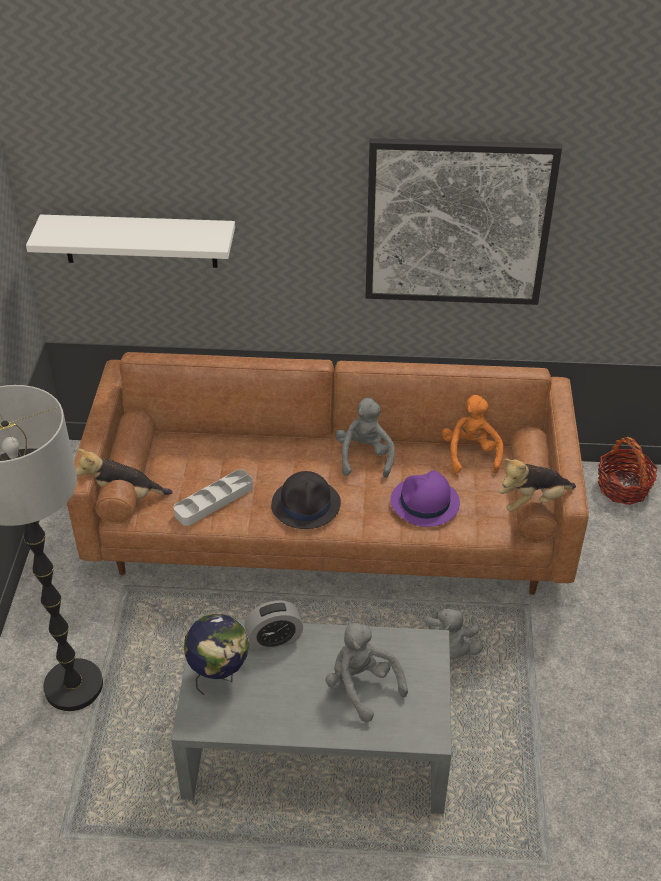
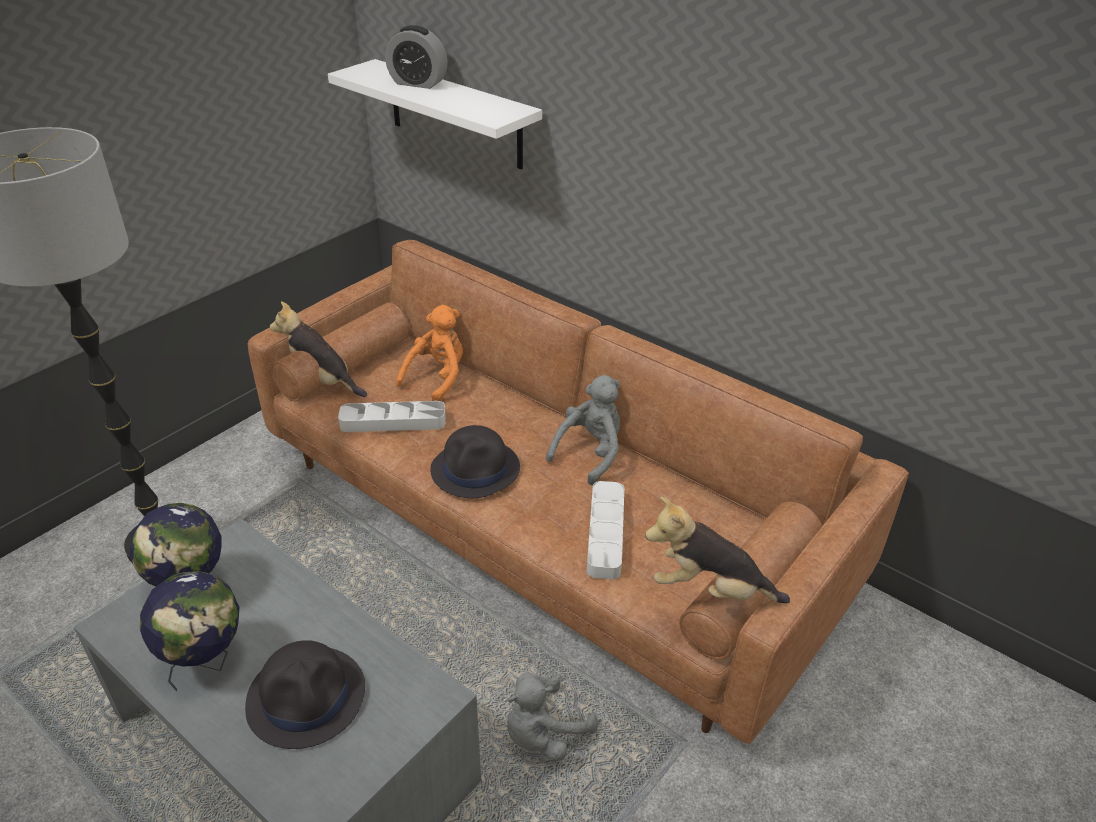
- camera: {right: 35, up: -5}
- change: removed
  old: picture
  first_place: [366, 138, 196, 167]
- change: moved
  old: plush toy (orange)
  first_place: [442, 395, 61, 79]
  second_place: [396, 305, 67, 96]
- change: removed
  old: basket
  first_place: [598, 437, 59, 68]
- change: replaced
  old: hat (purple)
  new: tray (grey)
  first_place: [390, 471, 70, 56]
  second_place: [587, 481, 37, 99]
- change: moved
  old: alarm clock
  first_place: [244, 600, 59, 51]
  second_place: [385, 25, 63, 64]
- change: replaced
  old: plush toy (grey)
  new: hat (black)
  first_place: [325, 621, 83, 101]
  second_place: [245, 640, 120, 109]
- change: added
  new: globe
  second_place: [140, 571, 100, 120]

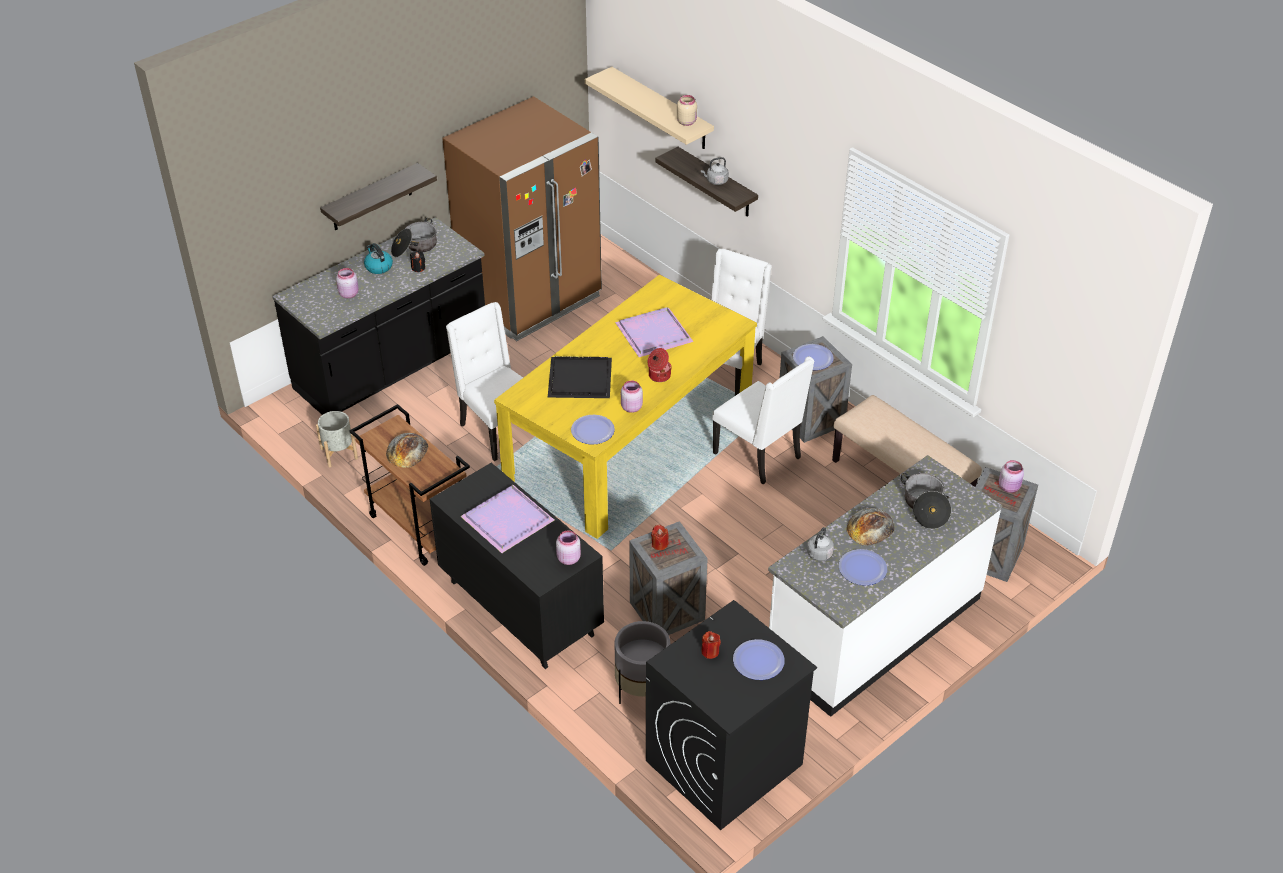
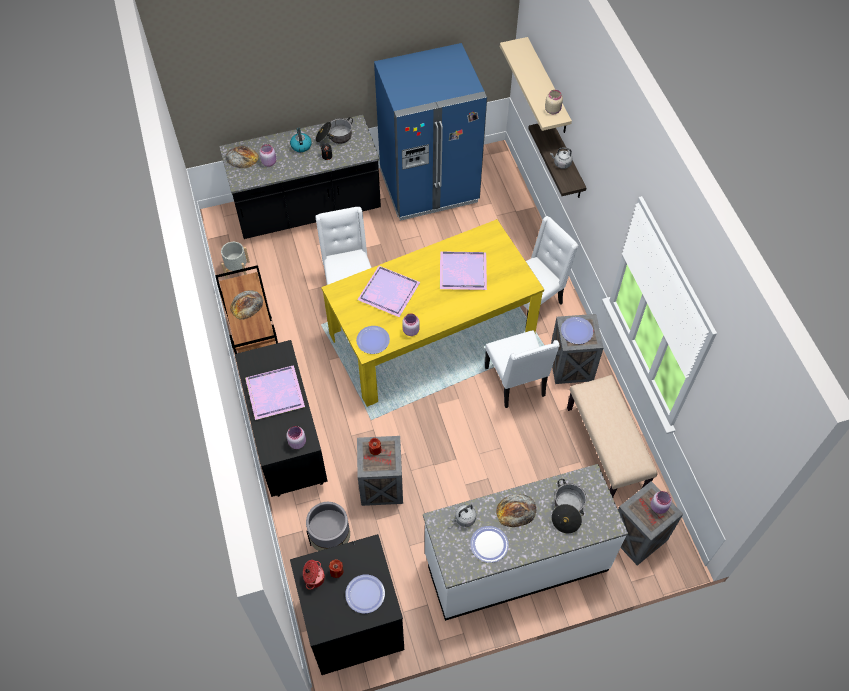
- camera: {right: 25, up: 15}
- change: recoloured
  old: fridge (brown)
  new: fridge (blue)
  first_place: [442, 96, 160, 245]
  second_place: [374, 43, 113, 178]
- change: removed
  old: shelf
  first_place: [320, 163, 117, 67]
- change: moved
  old: cooking pot
  first_place: [648, 348, 24, 34]
  second_place: [303, 560, 22, 30]
- change: recoloured
  old: tray (black)
  new: tray (purple)
  first_place: [547, 356, 65, 42]
  second_place: [357, 266, 63, 51]
- change: added
  new: bread
  second_place: [225, 146, 34, 22]

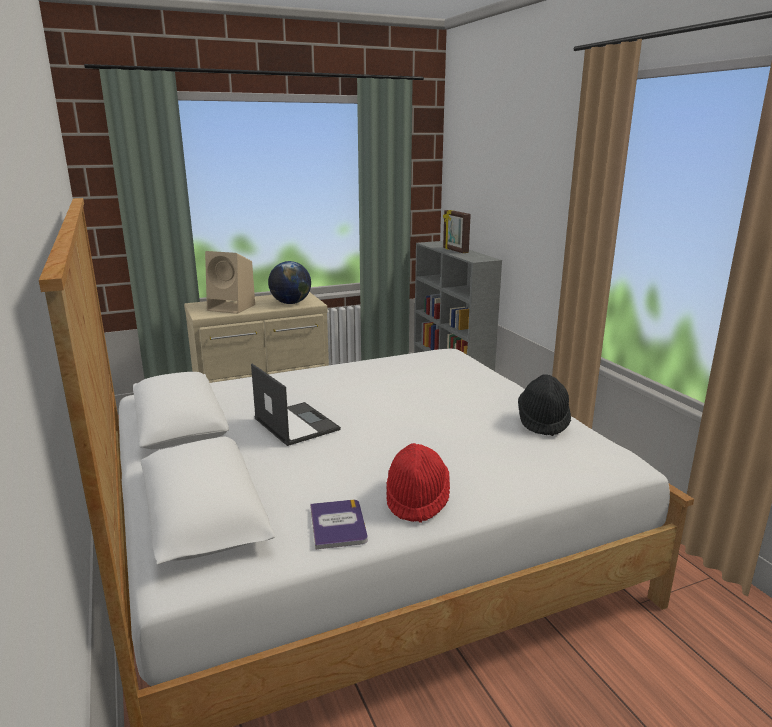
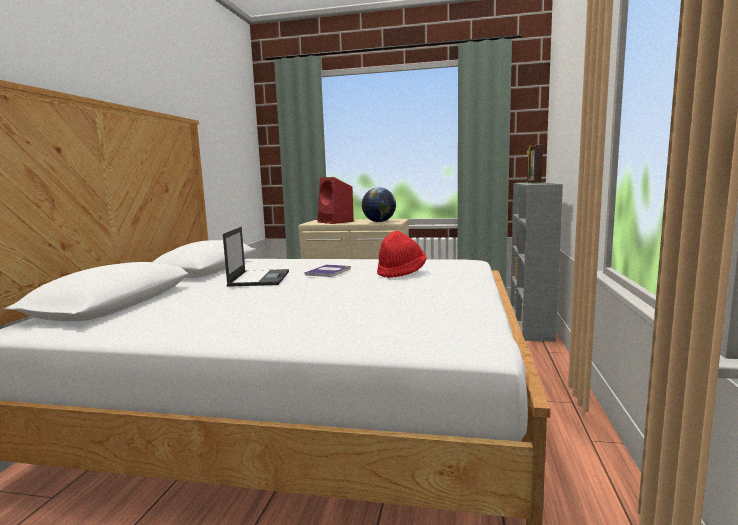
- camera: {right: 35, up: -10}
- change: recoloured
  old: speaker (beige)
  new: speaker (red)
  first_place: [205, 251, 50, 63]
  second_place: [318, 177, 36, 47]
- change: removed
  old: hat (black)
  first_place: [518, 375, 53, 61]
- change: moved
  old: hat (red)
  first_place: [386, 443, 64, 79]
  second_place: [377, 231, 50, 47]
- change: moved
  old: book
  first_place: [310, 500, 58, 50]
  second_place: [305, 264, 46, 13]

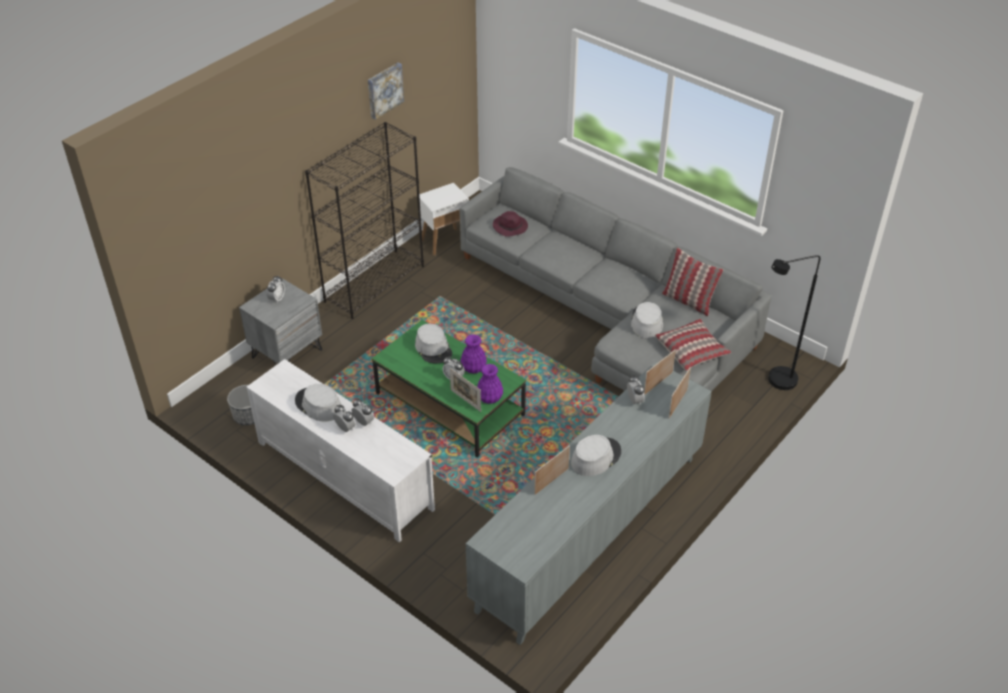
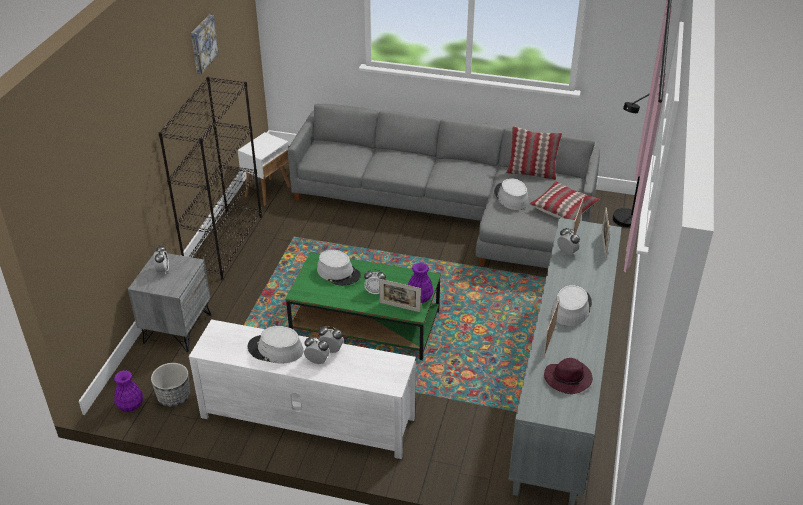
- camera: {right: -25, up: -5}
- change: moved
  old: hat (purple)
  first_place: [493, 211, 35, 26]
  second_place: [544, 358, 49, 36]
- change: moved
  old: vase (purple)
  first_place: [460, 334, 27, 40]
  second_place: [114, 370, 29, 42]

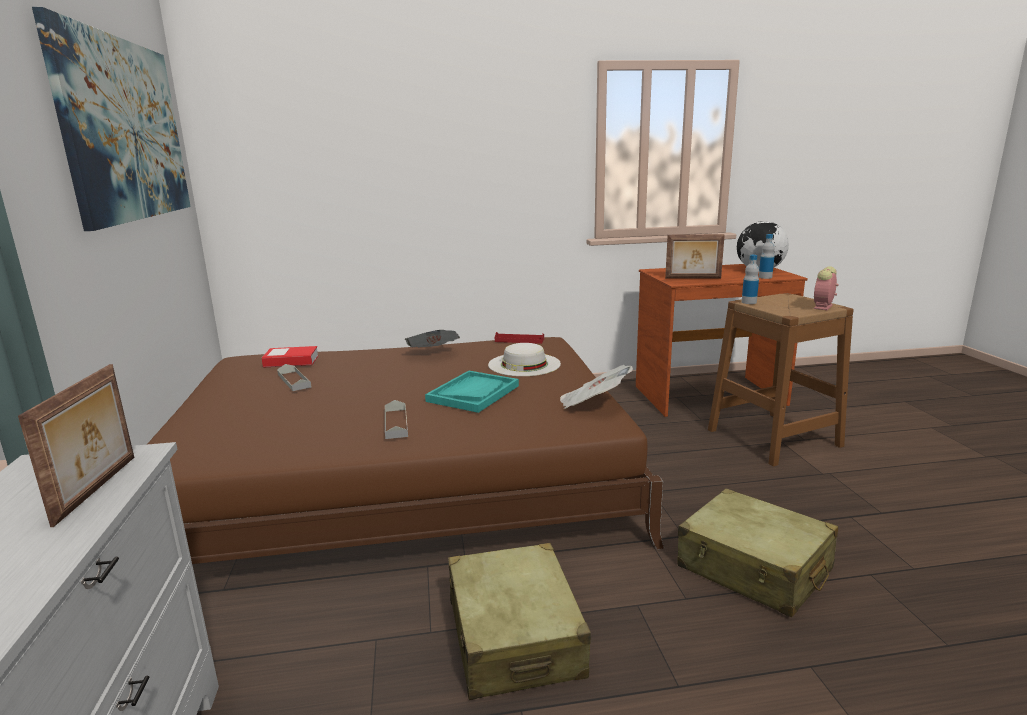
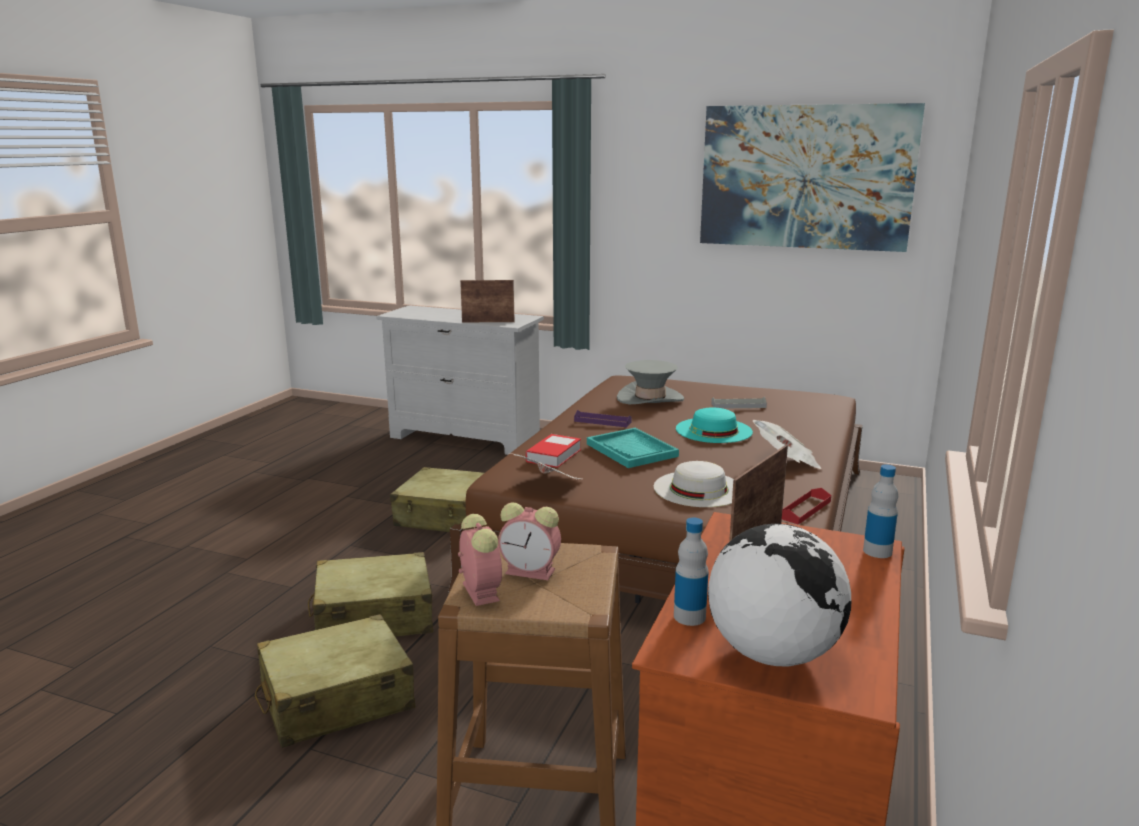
- camera: {right: 120, up: 0}
- change: moved
  old: bottle
  first_place: [742, 255, 17, 49]
  second_place: [863, 464, 35, 94]
- change: moved
  old: book
  first_place: [262, 346, 56, 21]
  second_place: [526, 434, 55, 34]
- change: turned
  old: picture frame
  first_place: [18, 364, 116, 163]
  second_place: [460, 280, 55, 42]
  degrees: 150
- change: recoloured
  old: tray (grey)
  new: tray (purple)
  first_place: [385, 400, 23, 39]
  second_place: [574, 410, 58, 17]
- change: added
  new: hat (grey)
  second_place: [617, 360, 67, 44]
- change: added
  new: hat (turquoise)
  second_place: [676, 408, 77, 35]
- change: added
  new: alarm clock
  second_place: [498, 503, 63, 77]
- change: added
  new: suitcase (beige)
  second_place: [255, 614, 160, 134]

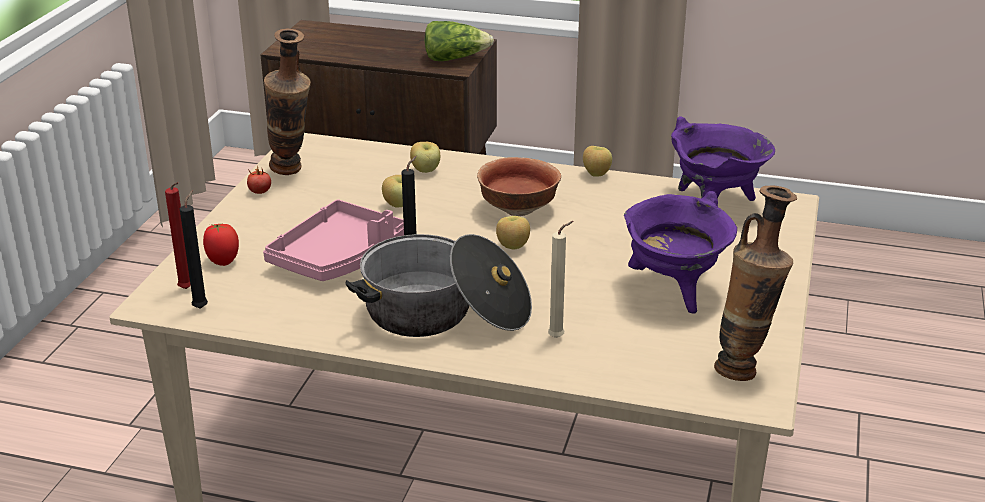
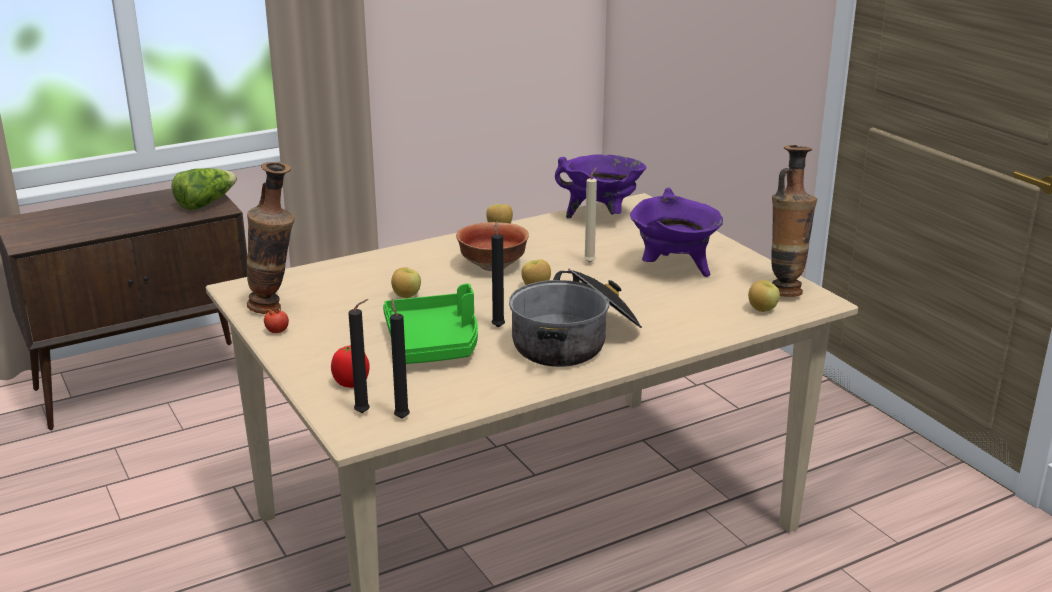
- camera: {right: -45, up: -5}
- change: moved
  old: apple
  first_place: [410, 142, 30, 31]
  second_place: [748, 280, 32, 32]
- change: recoloured
  old: candle (red)
  new: candle (black)
  first_place: [165, 182, 26, 107]
  second_place: [348, 299, 22, 114]
- change: recoloured
  old: tray (pink)
  new: tray (green)
  first_place: [263, 200, 141, 81]
  second_place: [383, 284, 95, 80]
- change: moved
  old: candle (beige)
  first_place: [548, 221, 26, 117]
  second_place: [584, 167, 13, 96]

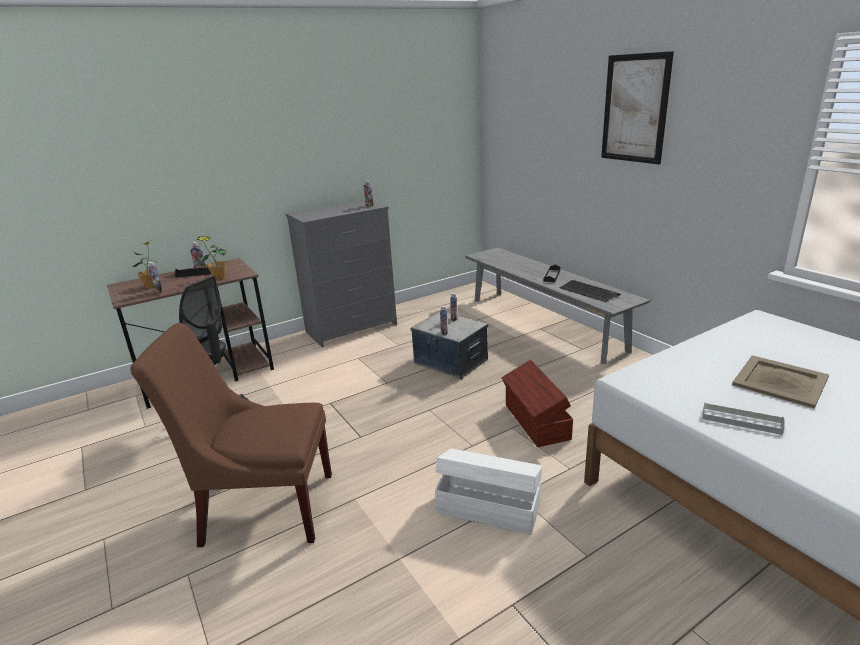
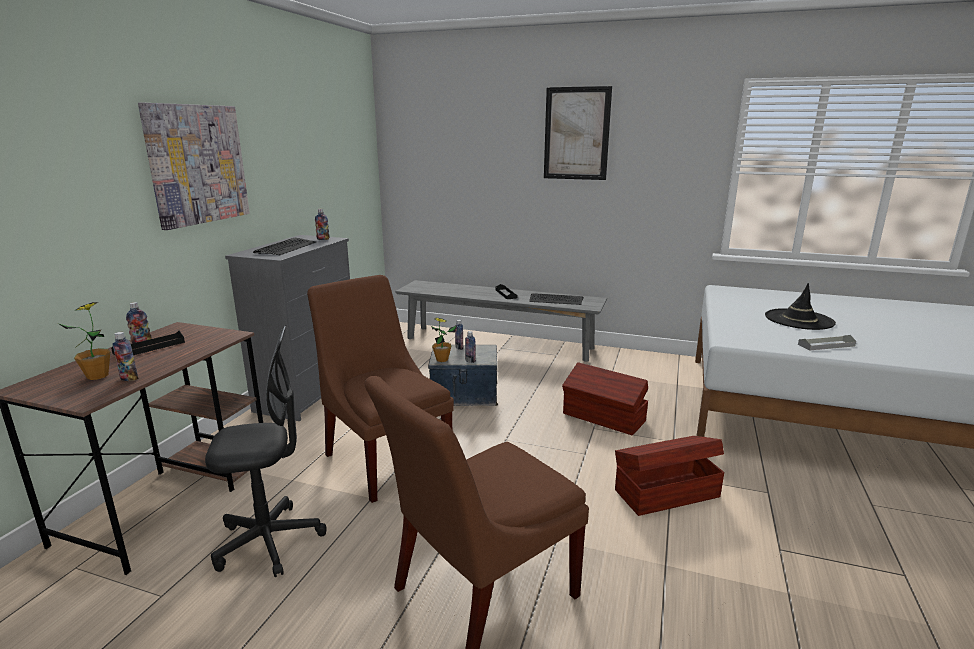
- camera: {right: -40, up: -5}
- change: moved
  old: potted plant
  first_place: [197, 236, 30, 44]
  second_place: [431, 318, 25, 44]
- change: replaced
  old: tray (beige)
  new: hat (black)
  first_place: [732, 355, 97, 54]
  second_place: [765, 283, 71, 47]
- change: recoloured
  old: storage box (white)
  new: storage box (brown)
  first_place: [435, 448, 107, 87]
  second_place: [615, 436, 109, 80]
- change: added
  new: picture
  second_place: [138, 103, 112, 127]
- change: added
  new: keyboard
  second_place: [253, 237, 63, 18]
- change: added
  new: chair (brown)
  second_place: [307, 275, 147, 228]

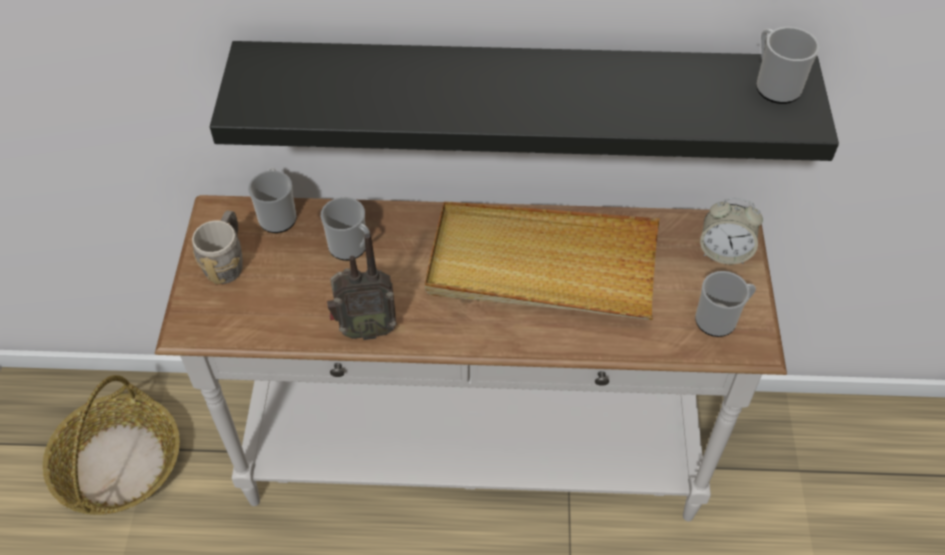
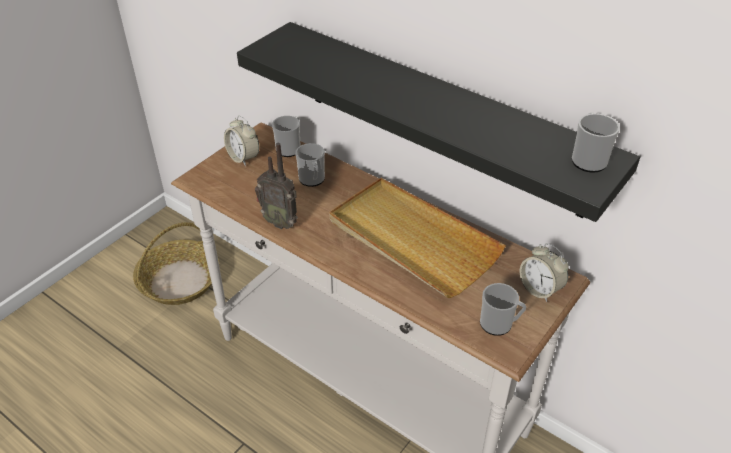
- camera: {right: 35, up: -10}
- change: replaced
  old: mug (grey)
  new: alarm clock
  first_place: [192, 211, 51, 73]
  second_place: [224, 115, 35, 51]

